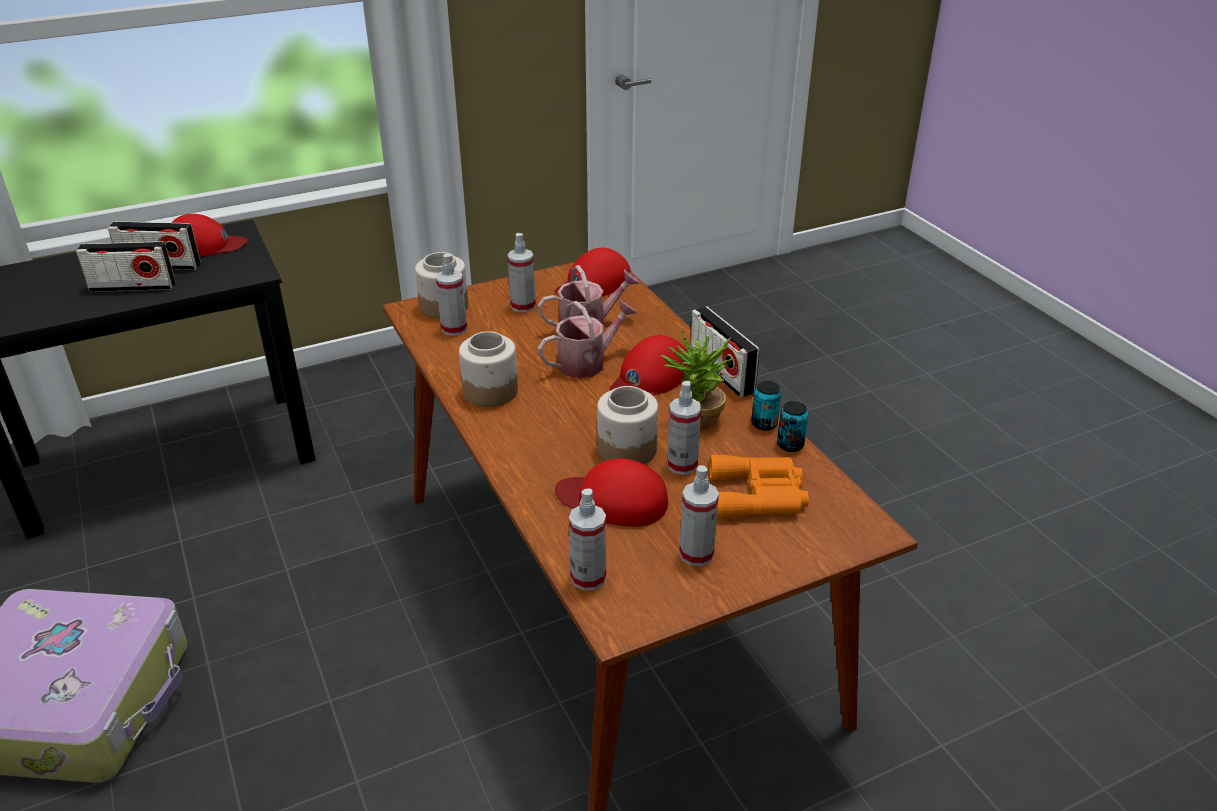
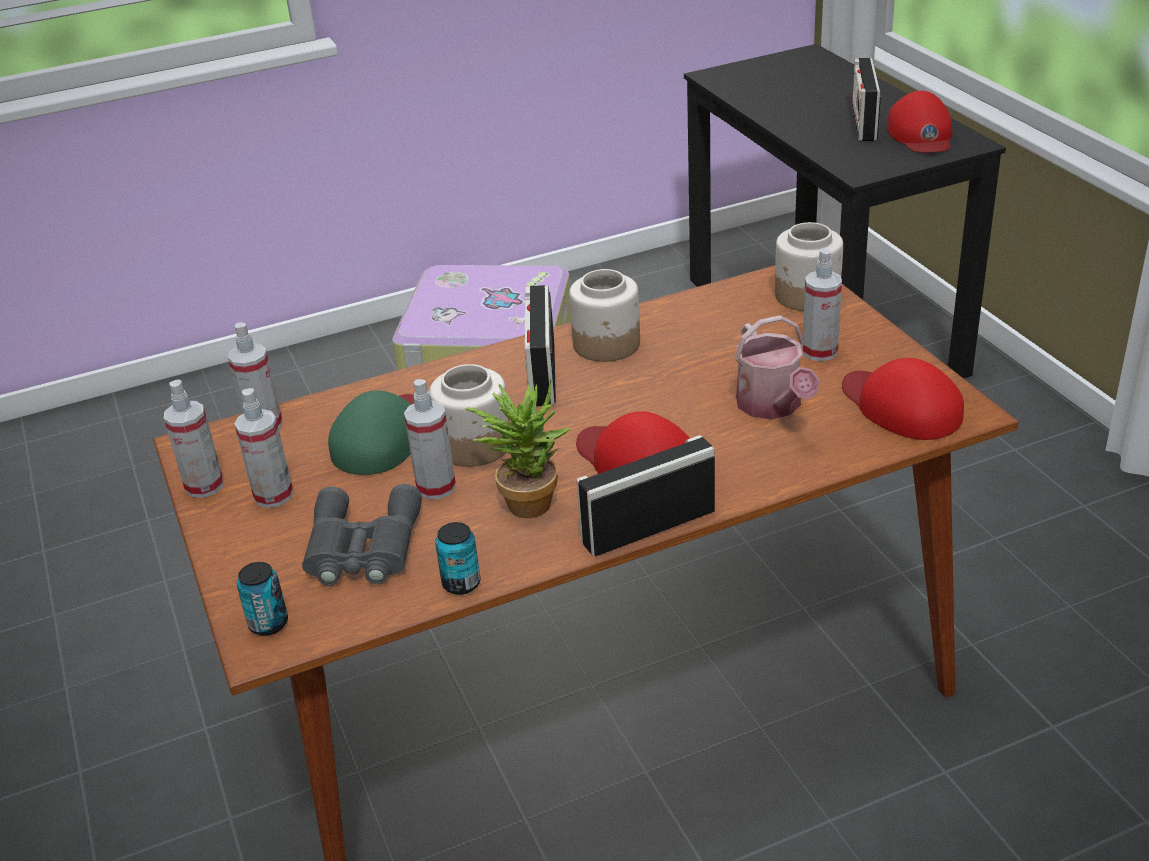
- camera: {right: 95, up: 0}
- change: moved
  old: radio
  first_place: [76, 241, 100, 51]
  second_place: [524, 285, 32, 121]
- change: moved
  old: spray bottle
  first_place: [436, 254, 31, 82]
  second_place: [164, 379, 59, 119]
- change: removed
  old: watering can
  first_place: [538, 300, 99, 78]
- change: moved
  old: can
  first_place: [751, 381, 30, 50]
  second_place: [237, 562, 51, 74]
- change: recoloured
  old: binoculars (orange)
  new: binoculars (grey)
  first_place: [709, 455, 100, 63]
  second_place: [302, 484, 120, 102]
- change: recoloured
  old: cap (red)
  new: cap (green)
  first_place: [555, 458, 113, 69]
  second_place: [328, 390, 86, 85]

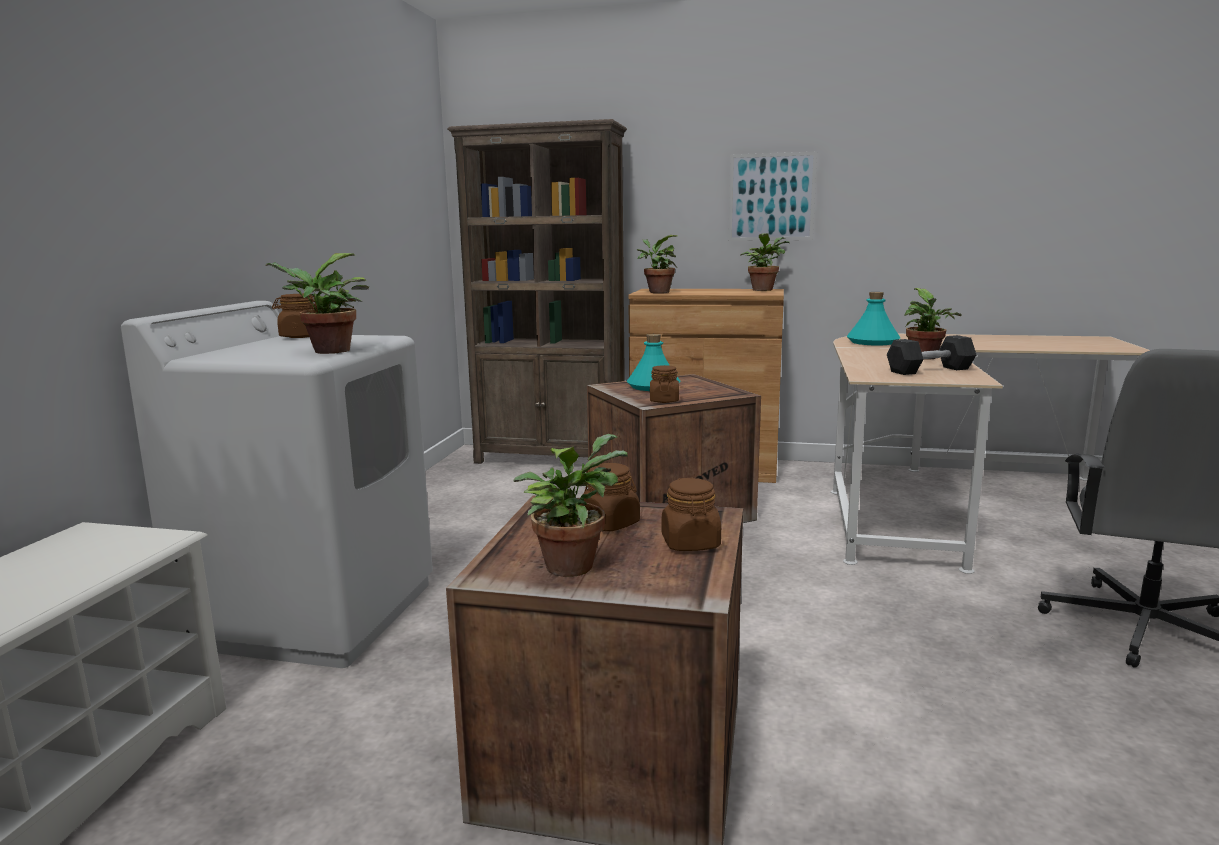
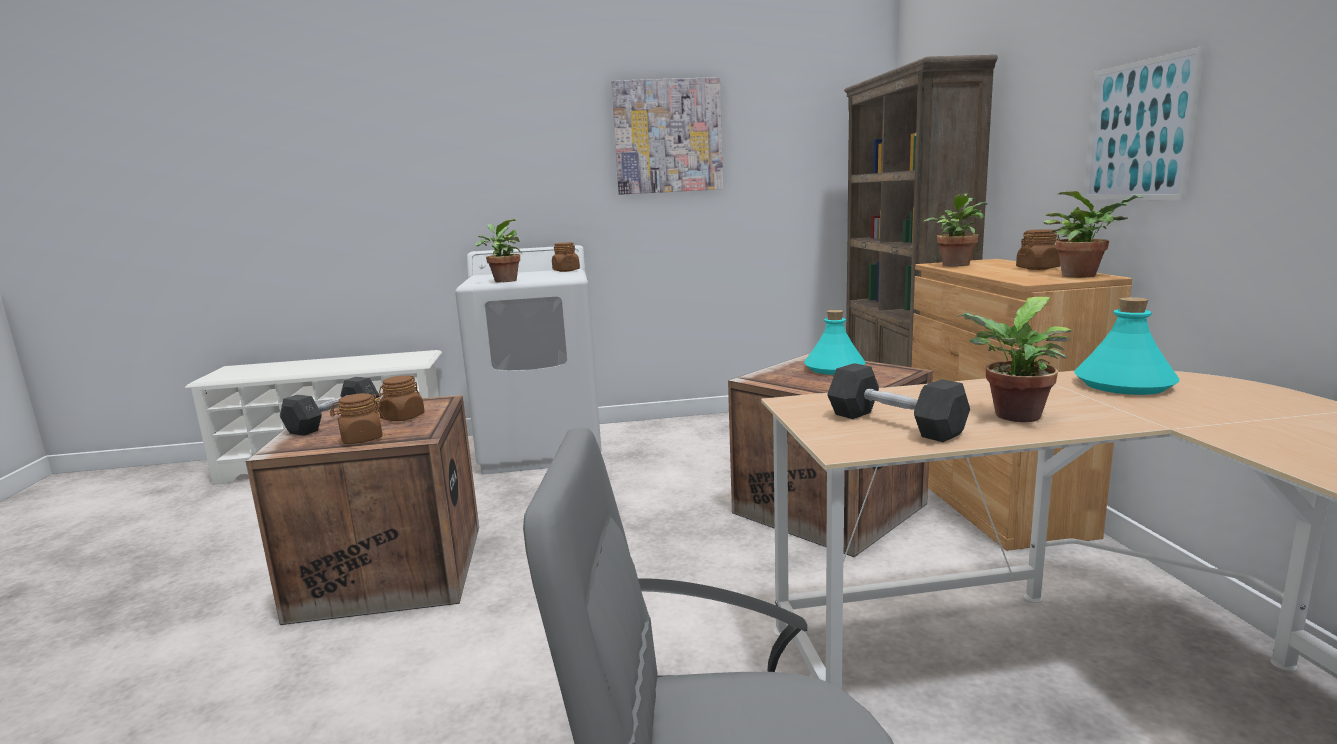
- camera: {right: 70, up: 0}
- change: moved
  old: jar (brown)
  first_place: [650, 365, 29, 38]
  second_place: [1016, 229, 45, 41]
- change: replaced
  old: potted plant
  new: dumbbell (grey)
  first_place: [513, 434, 115, 143]
  second_place: [280, 377, 99, 59]
- change: added
  new: picture
  second_place: [611, 77, 112, 118]

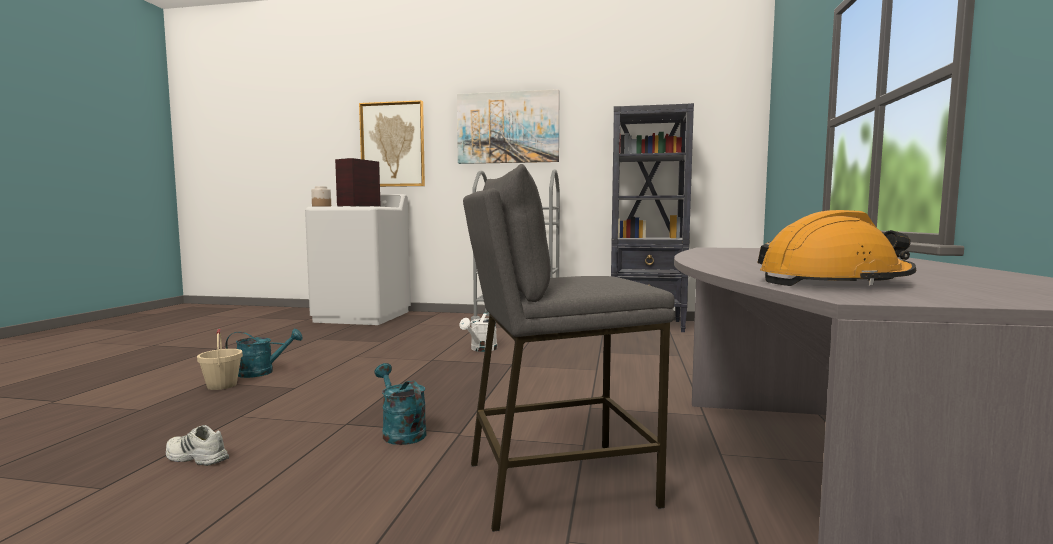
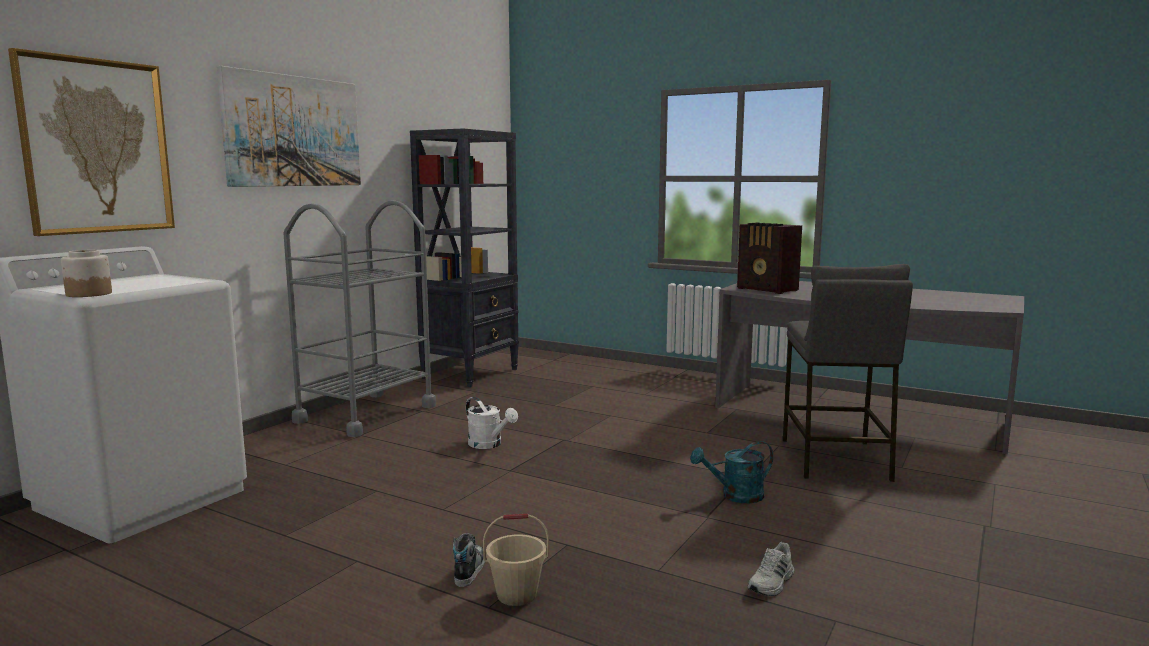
- camera: {right: -70, up: 5}
- change: moved
  old: radio
  first_place: [335, 158, 46, 49]
  second_place: [737, 223, 65, 71]
- change: removed
  old: hard hat (orange)
  first_place: [757, 210, 159, 76]
- change: replaced
  old: watering can (turquoise)
  new: shoe
  first_place: [226, 328, 77, 50]
  second_place: [453, 533, 32, 54]

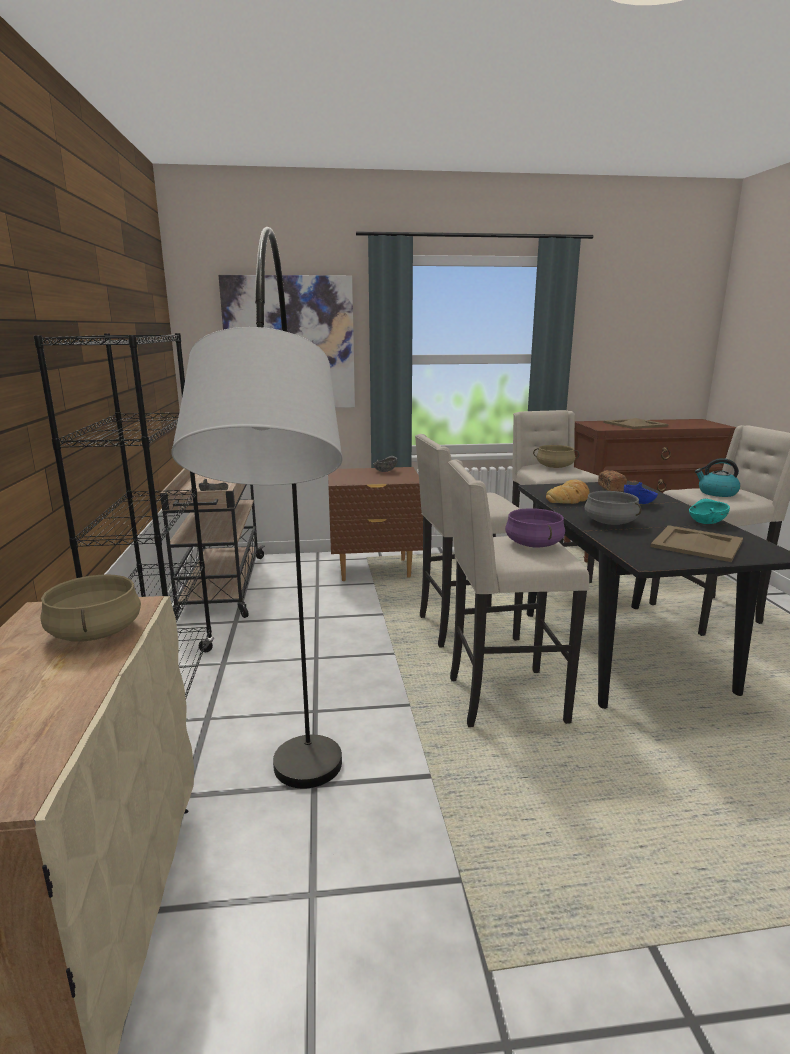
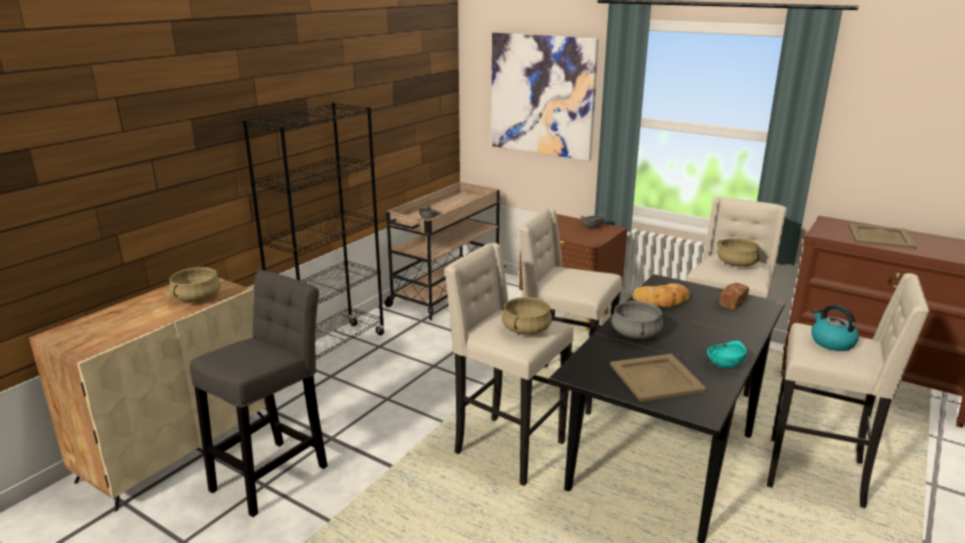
- camera: {right: 40, up: 5}
- change: replaced
  old: floor lamp (grey)
  new: stool (grey)
  first_place: [171, 227, 172, 562]
  second_place: [190, 270, 138, 247]
- change: removed
  old: bowl (blue)
  first_place: [624, 482, 34, 22]
- change: recoloured
  old: cooking pot (purple)
  new: cooking pot (beige)
  first_place: [505, 508, 60, 40]
  second_place: [502, 297, 50, 38]

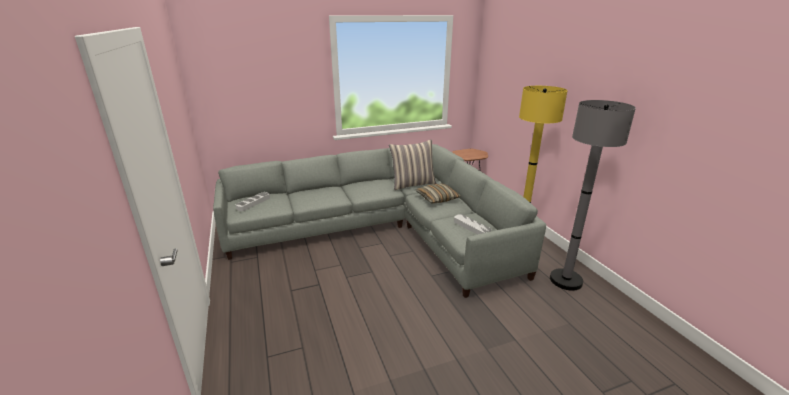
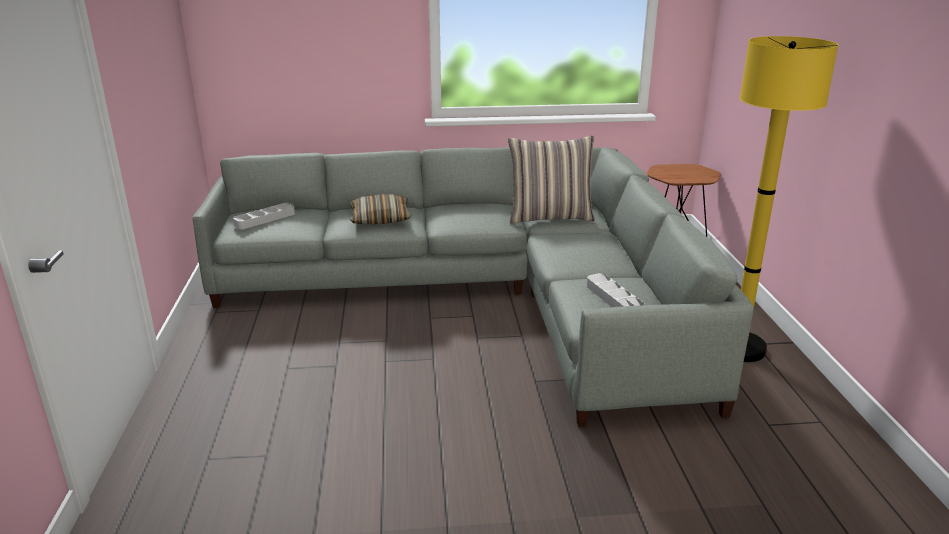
- camera: {right: 15, up: 0}
- change: removed
  old: floor lamp (grey)
  first_place: [550, 100, 86, 191]
- change: moved
  old: pillow
  first_place: [415, 183, 46, 21]
  second_place: [350, 194, 61, 30]

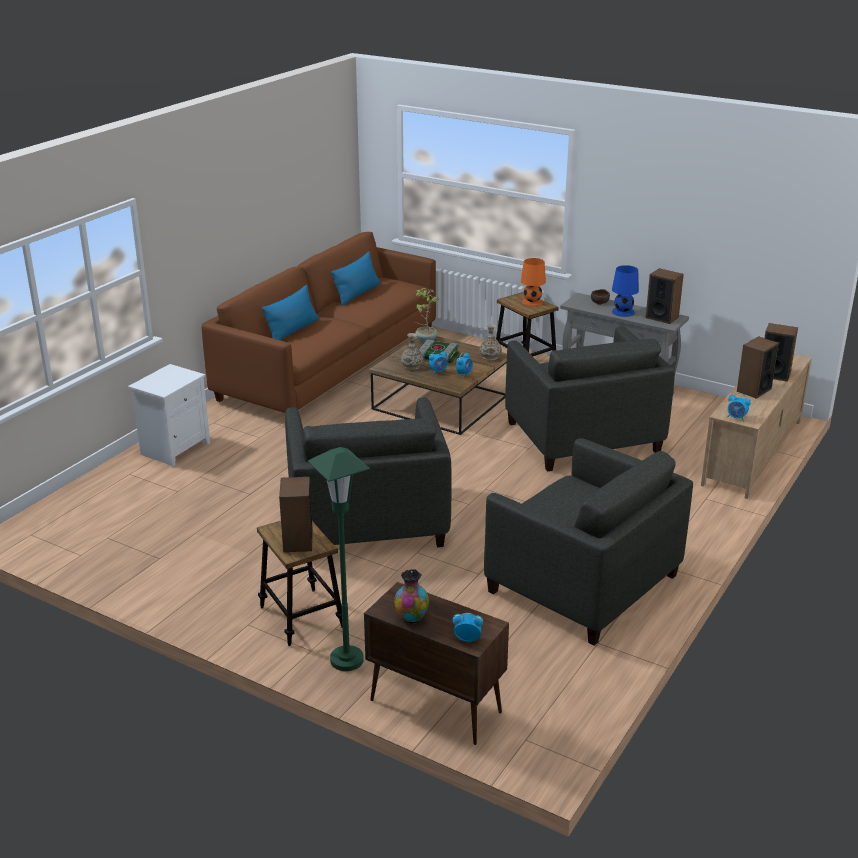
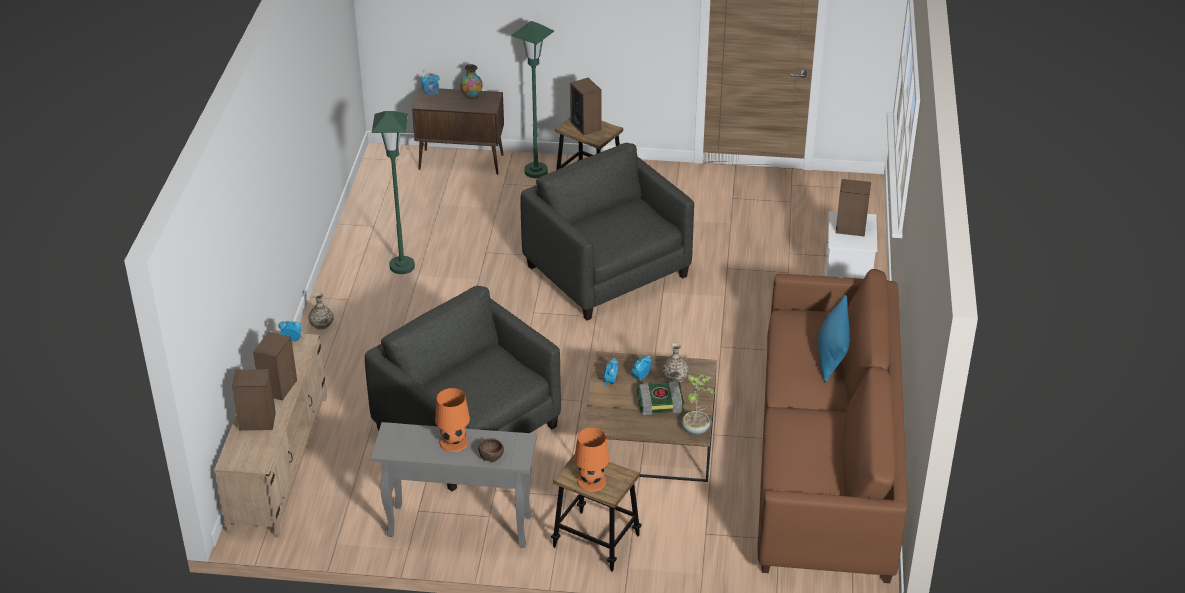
- camera: {right: 155, up: 10}
- change: removed
  old: pillow (blue)
  first_place: [331, 252, 49, 54]
- change: recoloured
  old: table lamp (blue)
  new: table lamp (orange)
  first_place: [612, 265, 27, 52]
  second_place: [435, 388, 35, 64]
- change: moved
  old: speaker
  first_place: [646, 268, 38, 56]
  second_place: [836, 179, 35, 58]
- change: moved
  old: vase
  first_place: [479, 324, 23, 37]
  second_place: [309, 292, 24, 38]
- change: replaced
  old: armchair (grey)
  new: floor lamp (green)
  first_place: [484, 438, 209, 208]
  second_place: [372, 111, 43, 163]

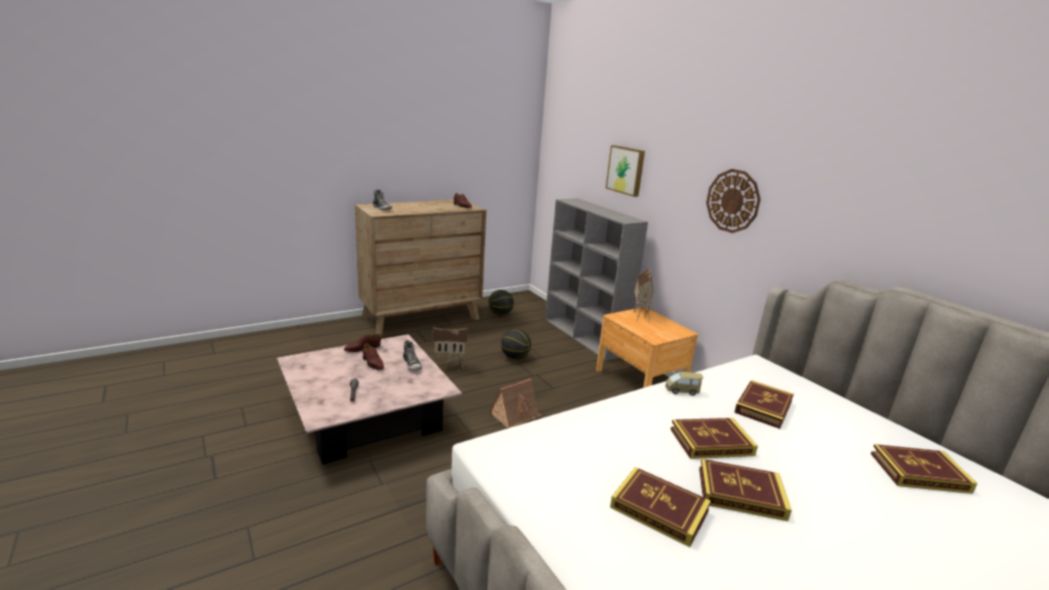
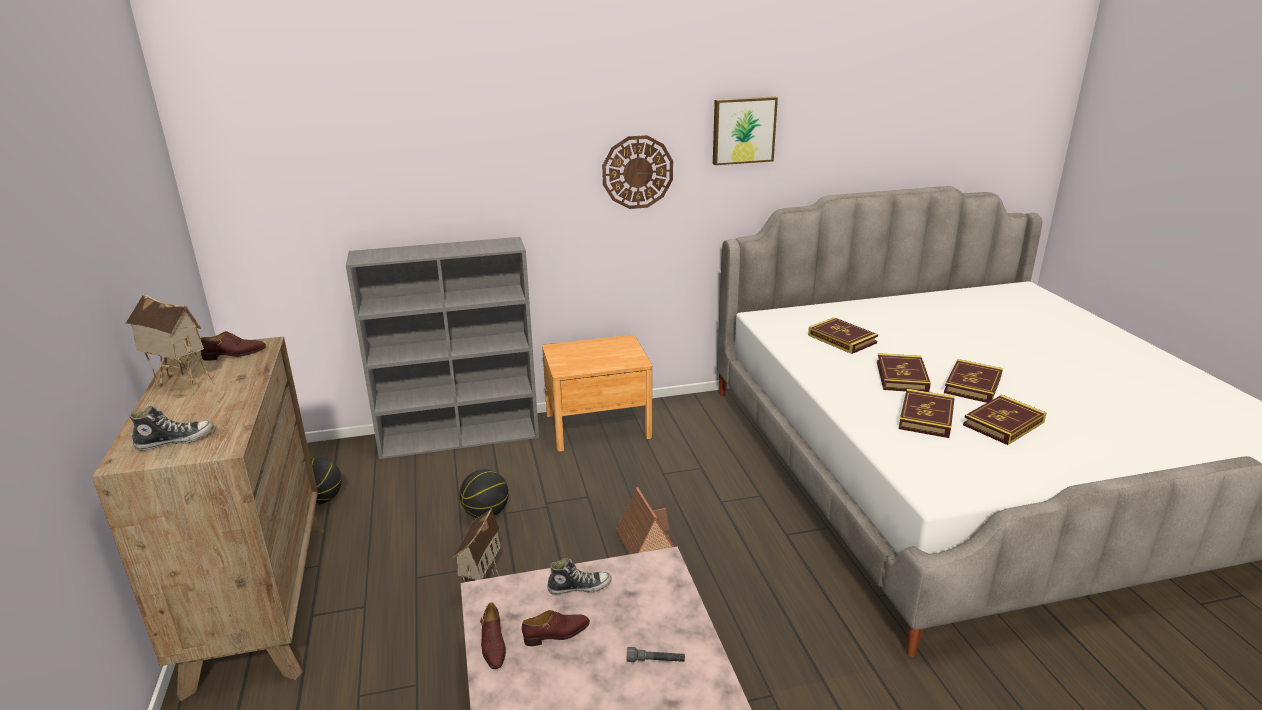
- camera: {right: -70, up: 5}
- change: moved
  old: picture
  first_place: [606, 145, 39, 52]
  second_place: [713, 96, 65, 69]
- change: moved
  old: toy house
  first_place: [633, 269, 21, 54]
  second_place: [126, 294, 89, 101]
- change: removed
  old: toy car
  first_place: [665, 372, 38, 24]
- change: moved
  old: book
  first_place: [871, 444, 106, 50]
  second_place: [898, 389, 57, 49]

